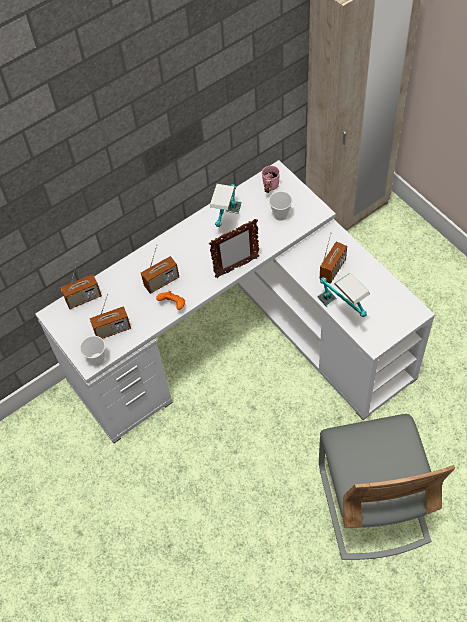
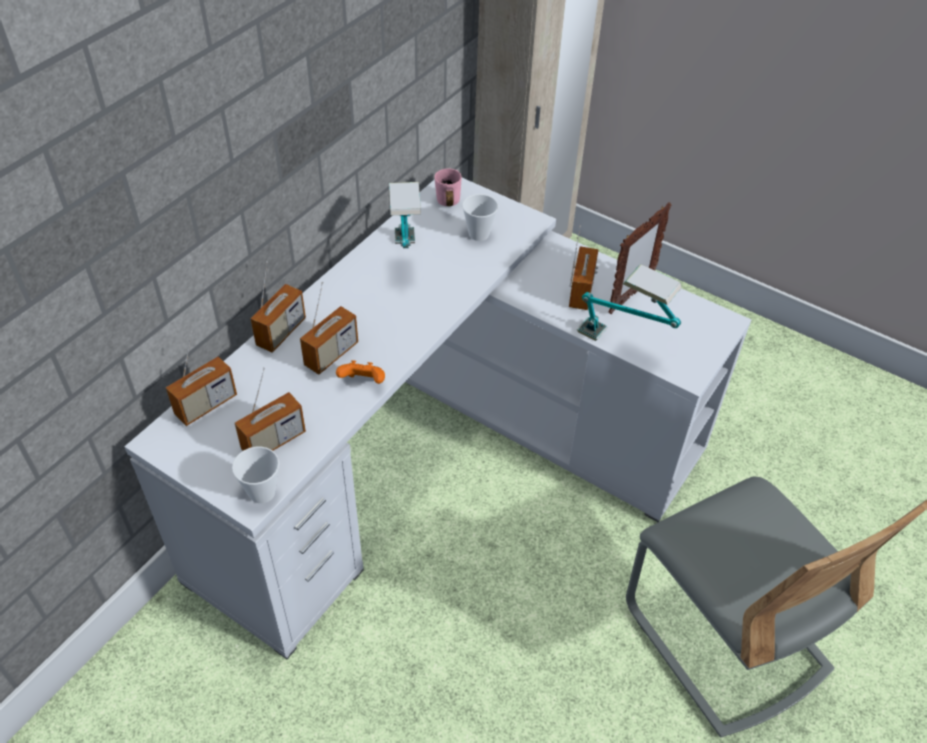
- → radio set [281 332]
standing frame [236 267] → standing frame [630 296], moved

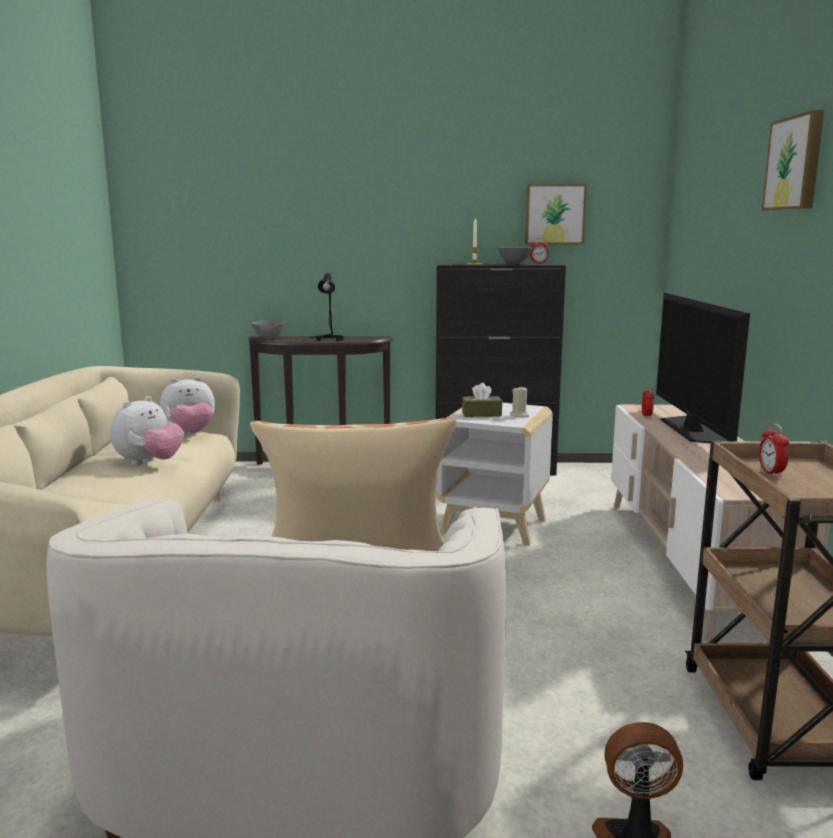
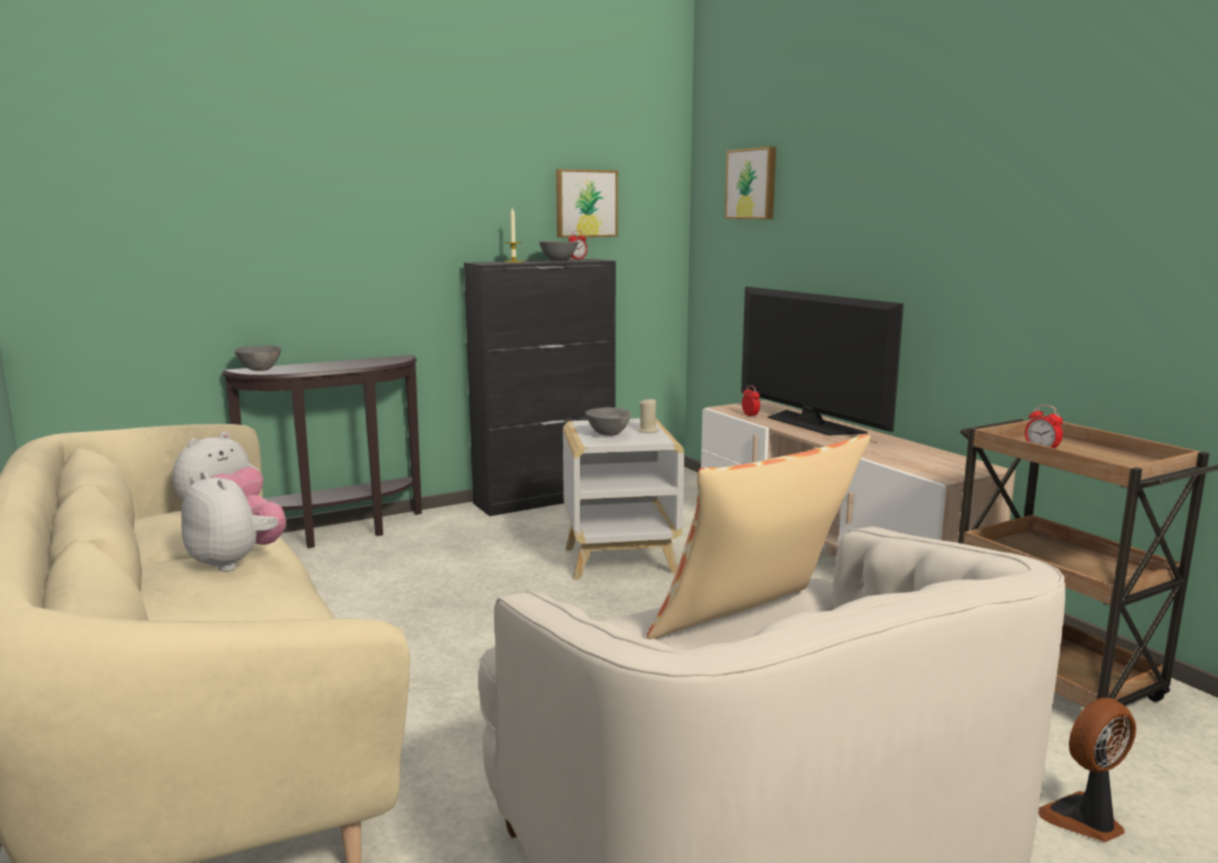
soft toy [149 463] → soft toy [236 562], 45 degrees counterclockwise
tissue box (brown) [481 414] → deep dish (grey) [609 435]
wall art [796 163] → wall art [752 184], moved
tabletop lamp (black-coloured) [327 339] → -

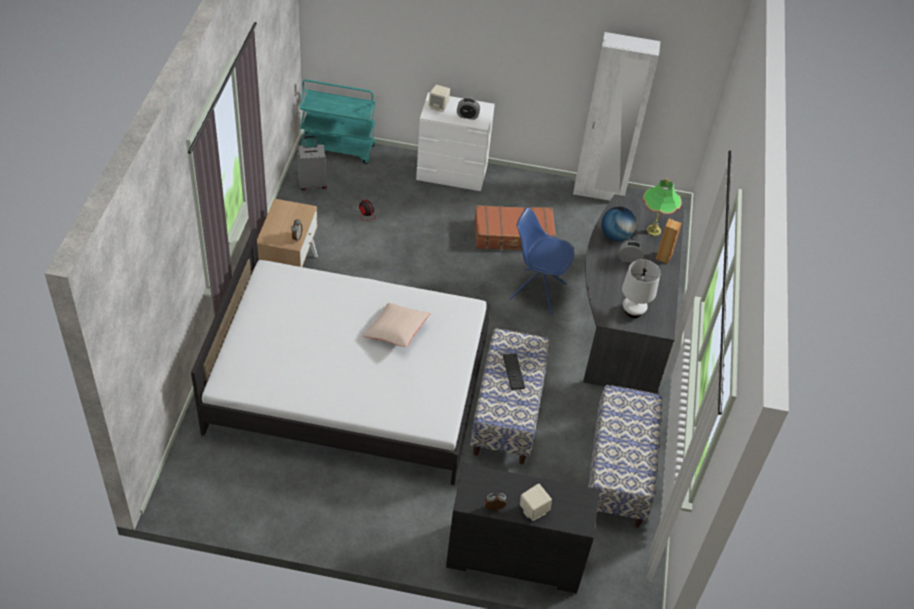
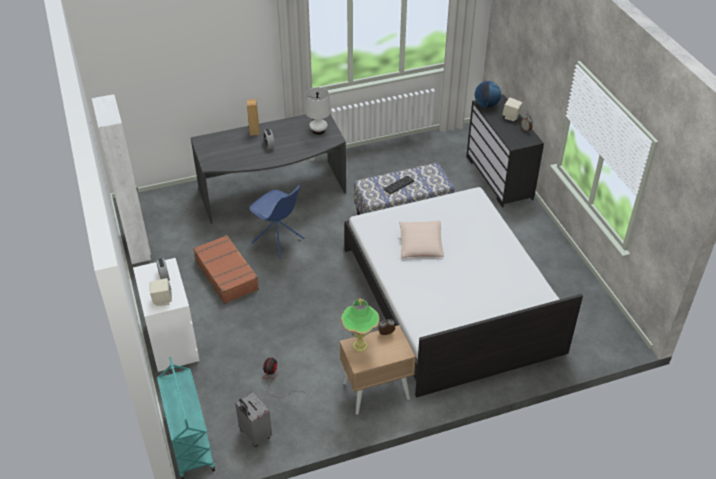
plain chair (blue) [536 291] → plain chair (blue) [279 241], 45 degrees counterclockwise
tabletop lamp [653 230] → tabletop lamp [360 346], moved
desk globe [615 236] → desk globe [486 105], moved
long seat [618 472] → -

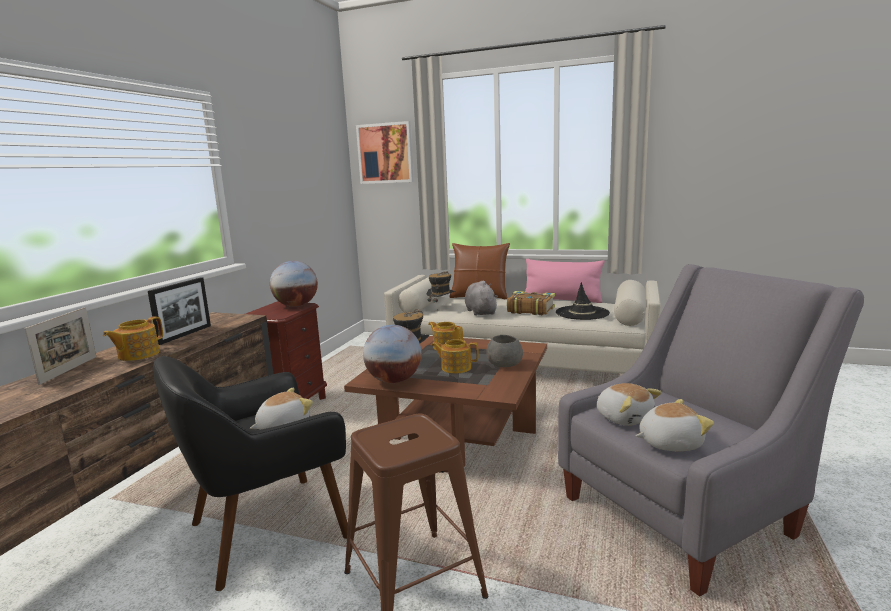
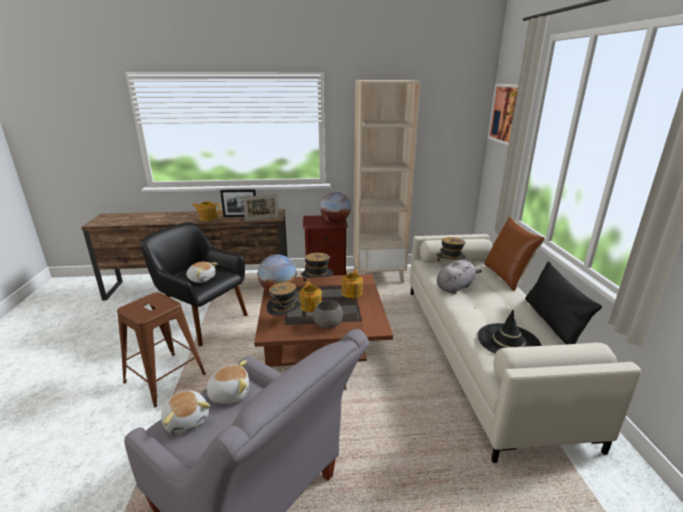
soft toy [624 417] → soft toy [229 393], 135 degrees counterclockwise
standing frame [69 370] → standing frame [262 219], moved
- → hat [285 321]
- → bookcase (beige) [378 275]
cushion (pink) [562 300] → cushion (black-coloured) [552 322]
volume [530 310] → -

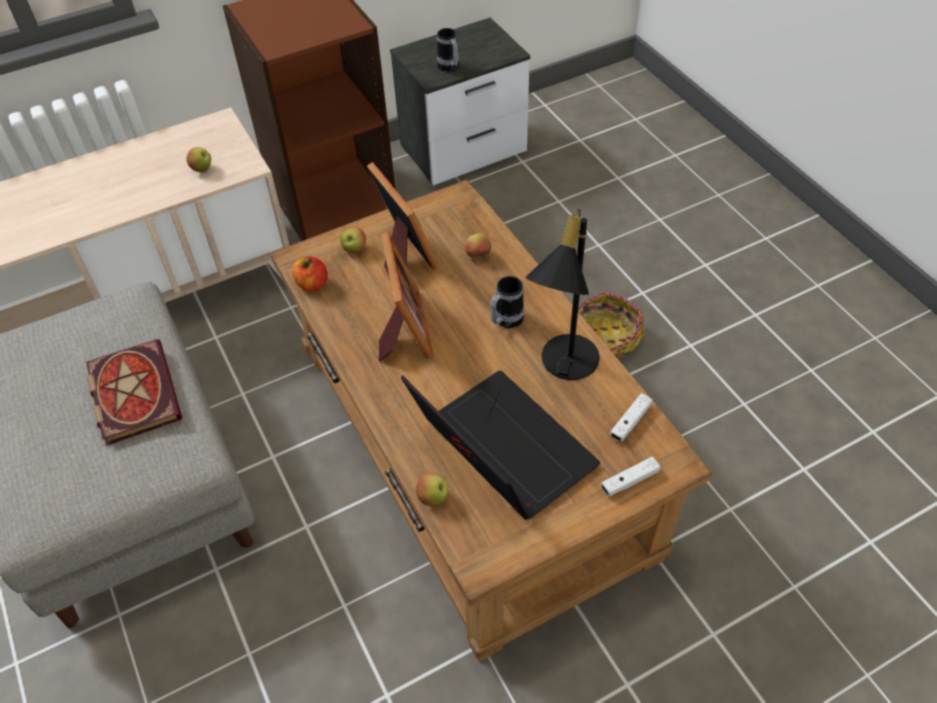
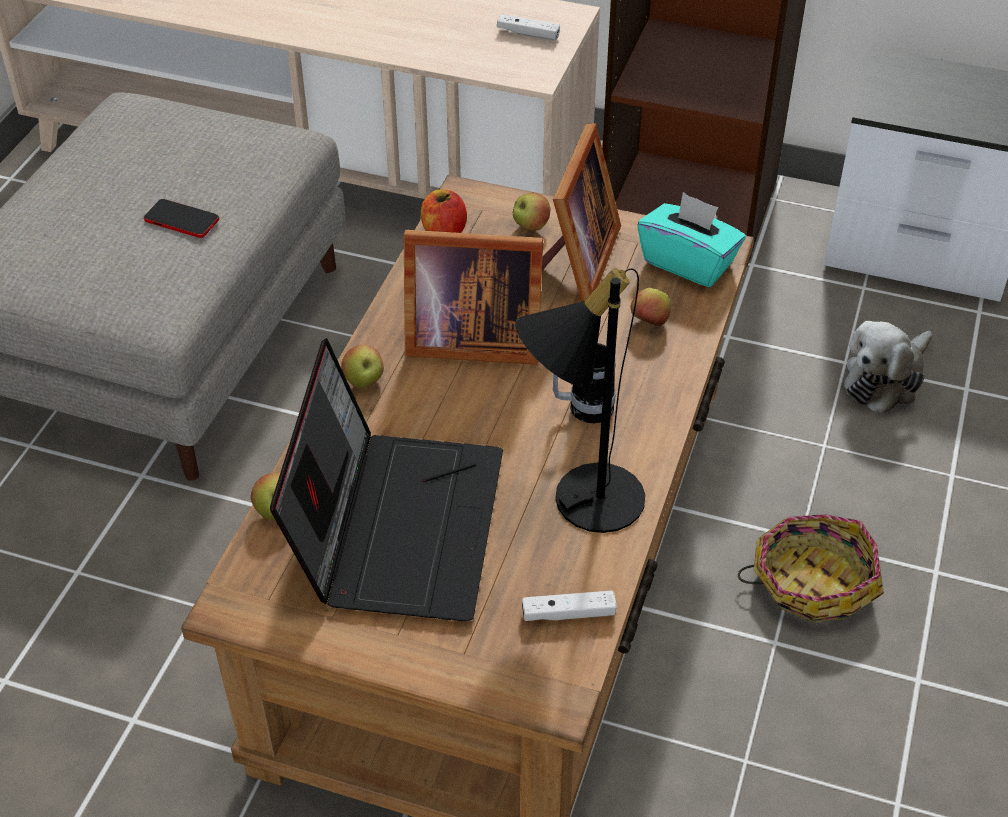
volume [132 392] → handset [181 220]
apple fruit [202 169] → apple fruit [364 381], moved
standing frame [403 330] → standing frame [468 338], 60 degrees clockwise
joypad (white-coloured) [629 481] → joypad (white-coloured) [528 34], moved
- → tissue box (turquoise-coloured) [688 262]
- → soft toy [885 379]
coffee mug [450 68] → -

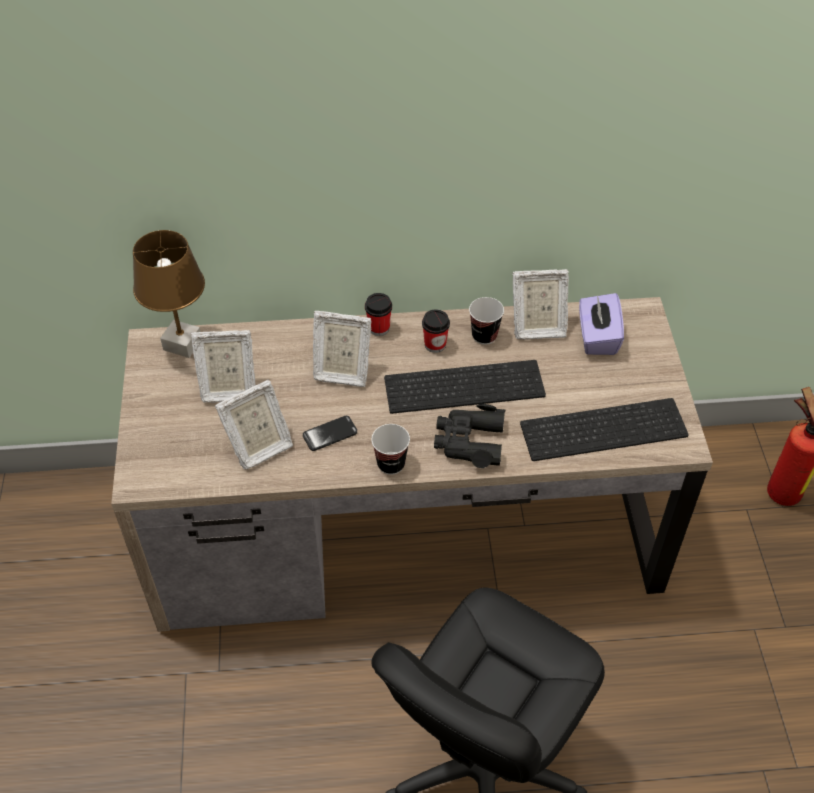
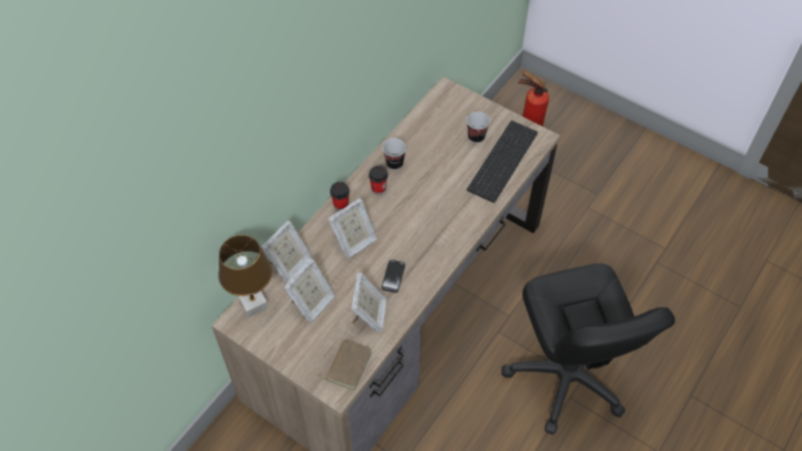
standing frame [537 327] → standing frame [289 265], moved
- → volume (brown) [347 365]
cup [391 464] → cup [476 137], moved
computer keyboard [465 384] → -
binoculars (black-coloured) [469 441] → -
tissue box (purplish) [597 337] → -

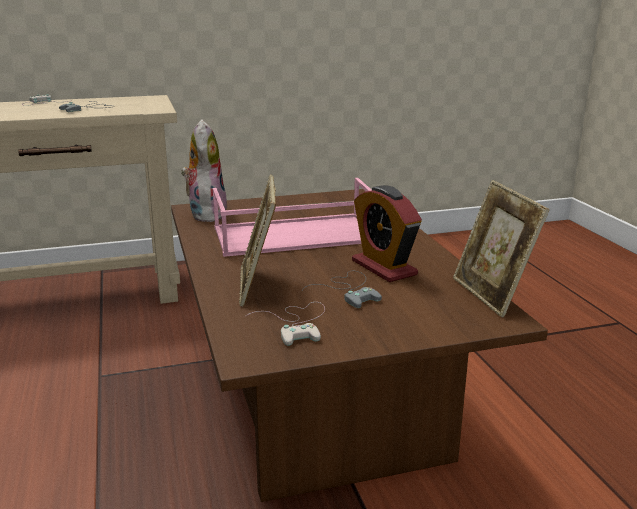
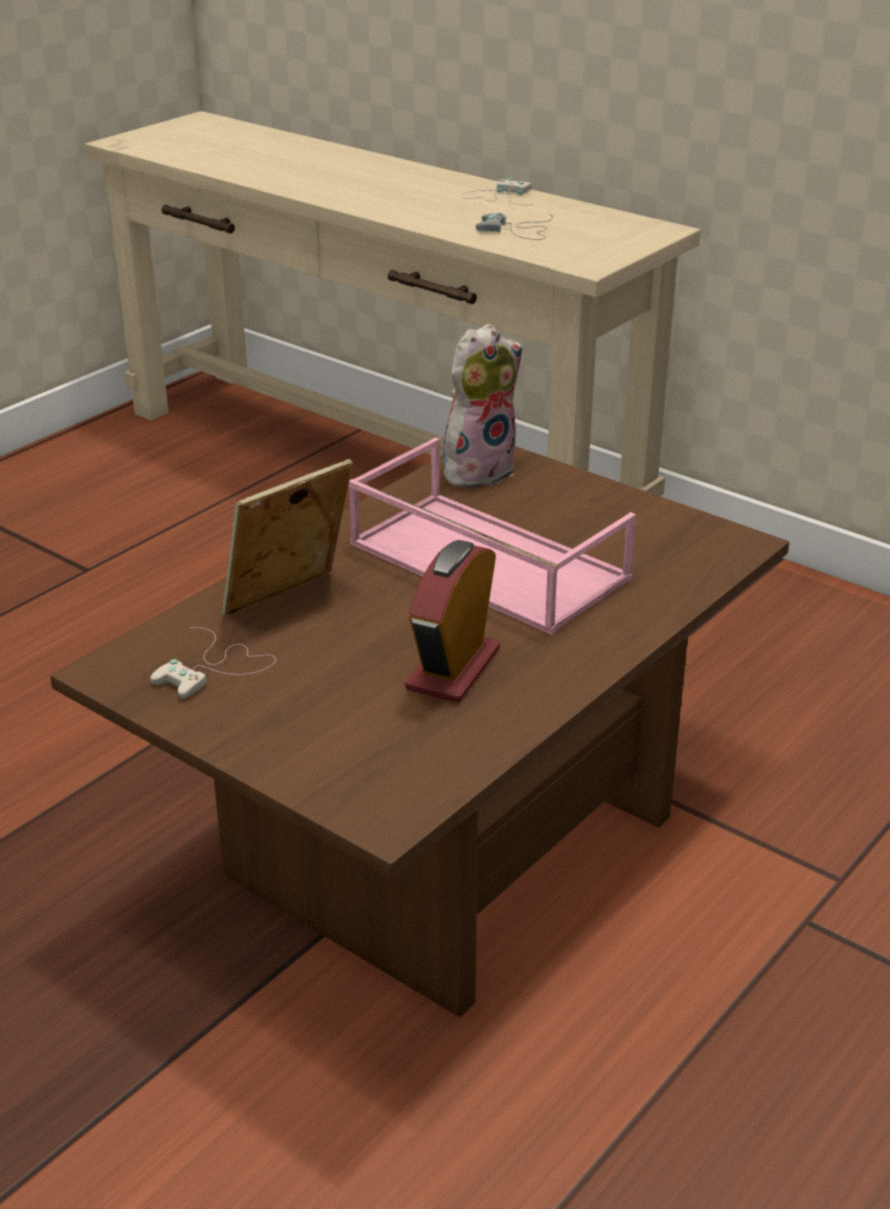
joypad (grey) [349 290] → -
standing frame [492 295] → -

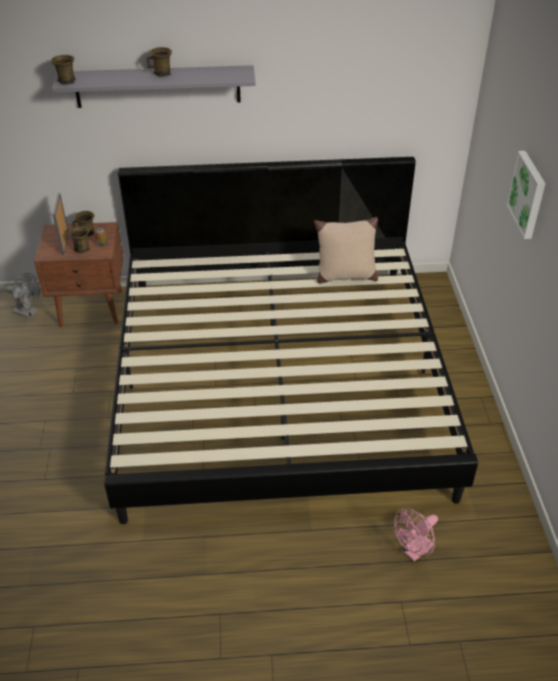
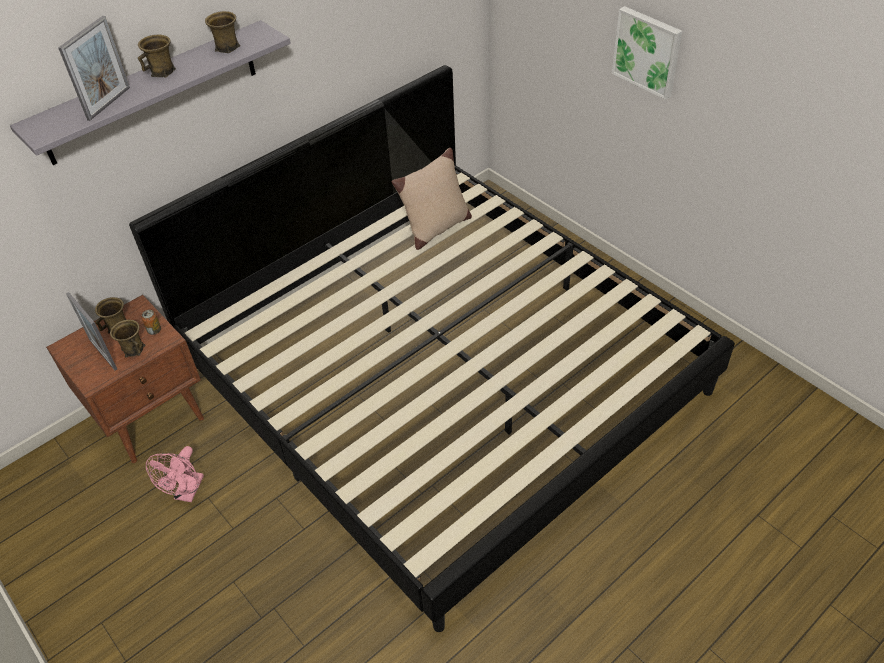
- → standing frame [109 103]
cooling fan (pink) [414 551] → cooling fan (pink) [187 493], moved
coffee mug (brown) [66 81] → coffee mug (brown) [227 48], moved
cooling fan (grey) [28 313] → -

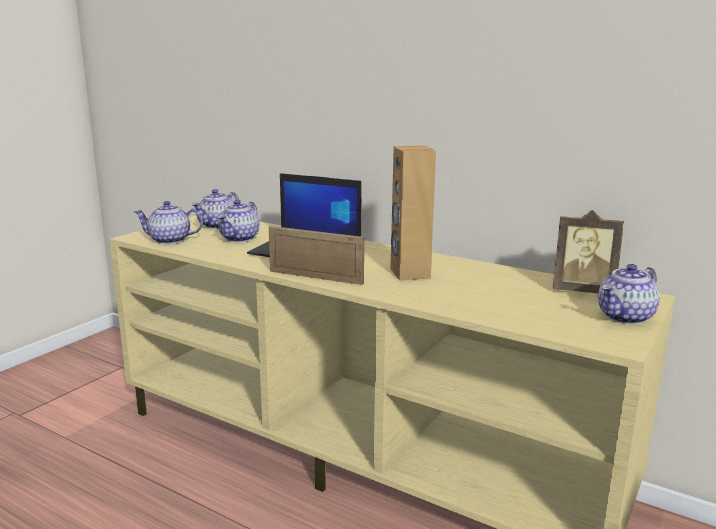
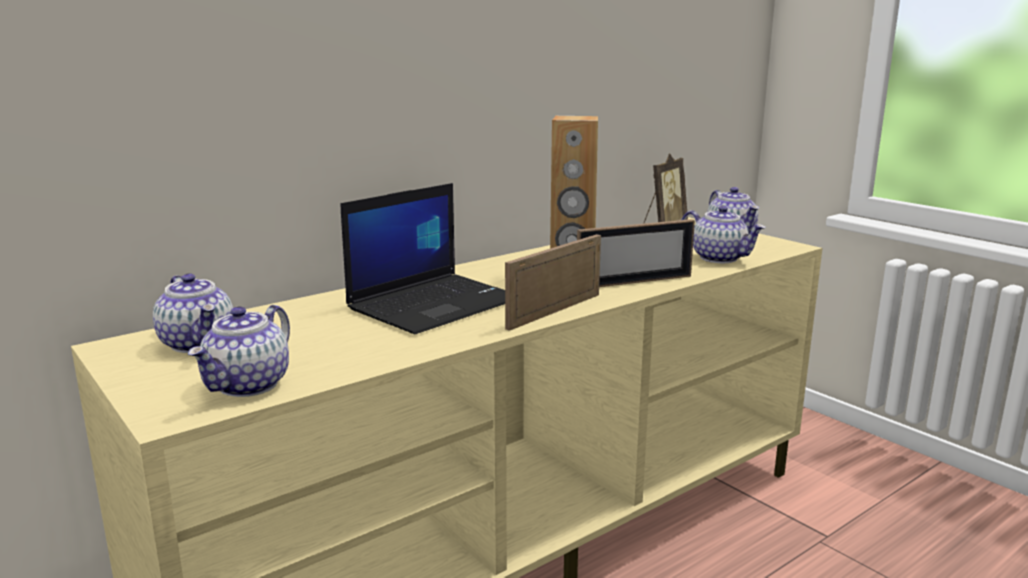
- → standing frame [634 282]
pot for tea [240 238] → pot for tea [719 258], moved

